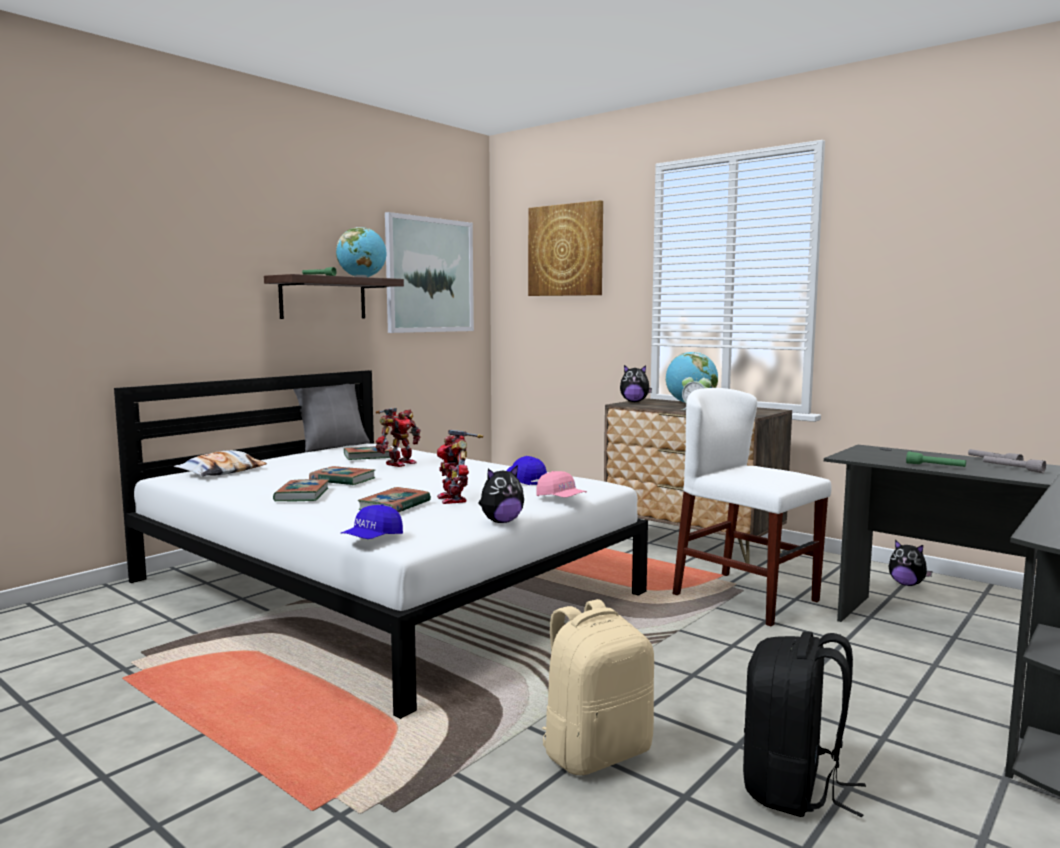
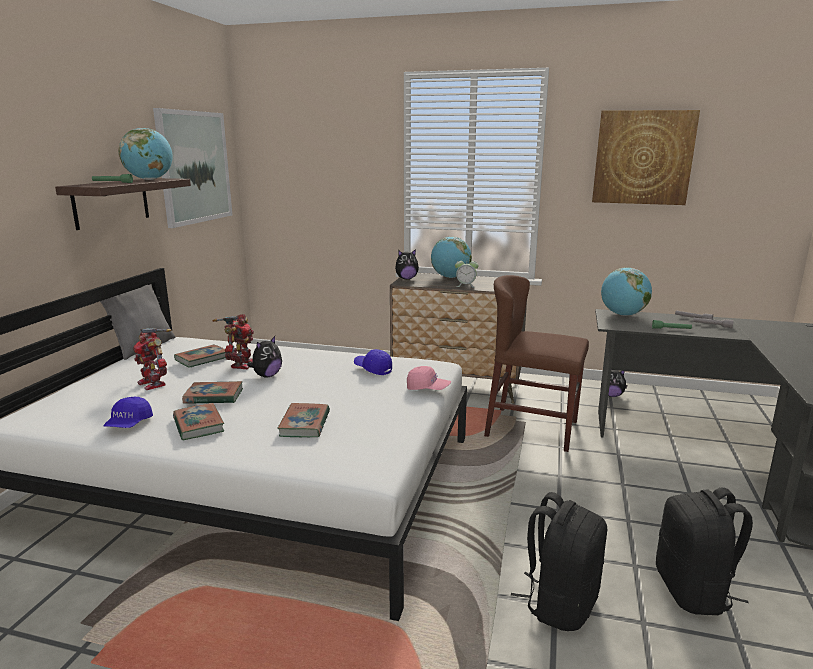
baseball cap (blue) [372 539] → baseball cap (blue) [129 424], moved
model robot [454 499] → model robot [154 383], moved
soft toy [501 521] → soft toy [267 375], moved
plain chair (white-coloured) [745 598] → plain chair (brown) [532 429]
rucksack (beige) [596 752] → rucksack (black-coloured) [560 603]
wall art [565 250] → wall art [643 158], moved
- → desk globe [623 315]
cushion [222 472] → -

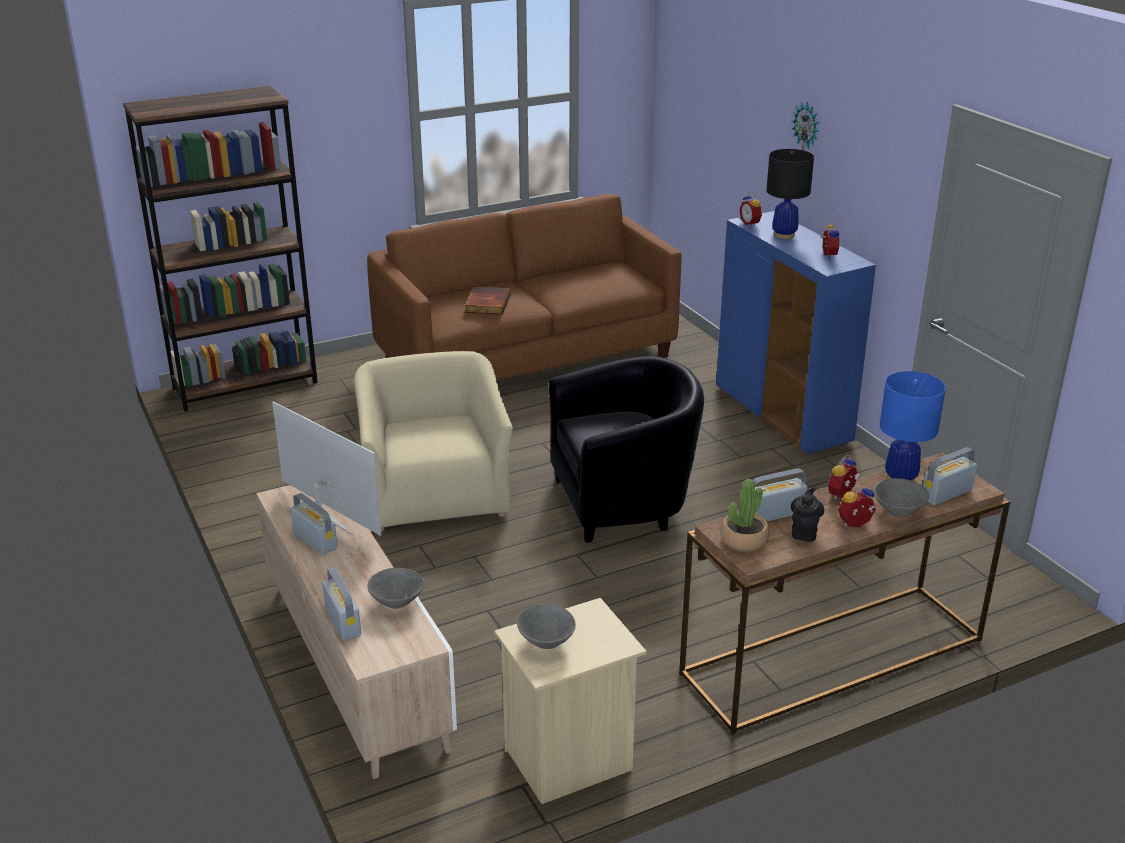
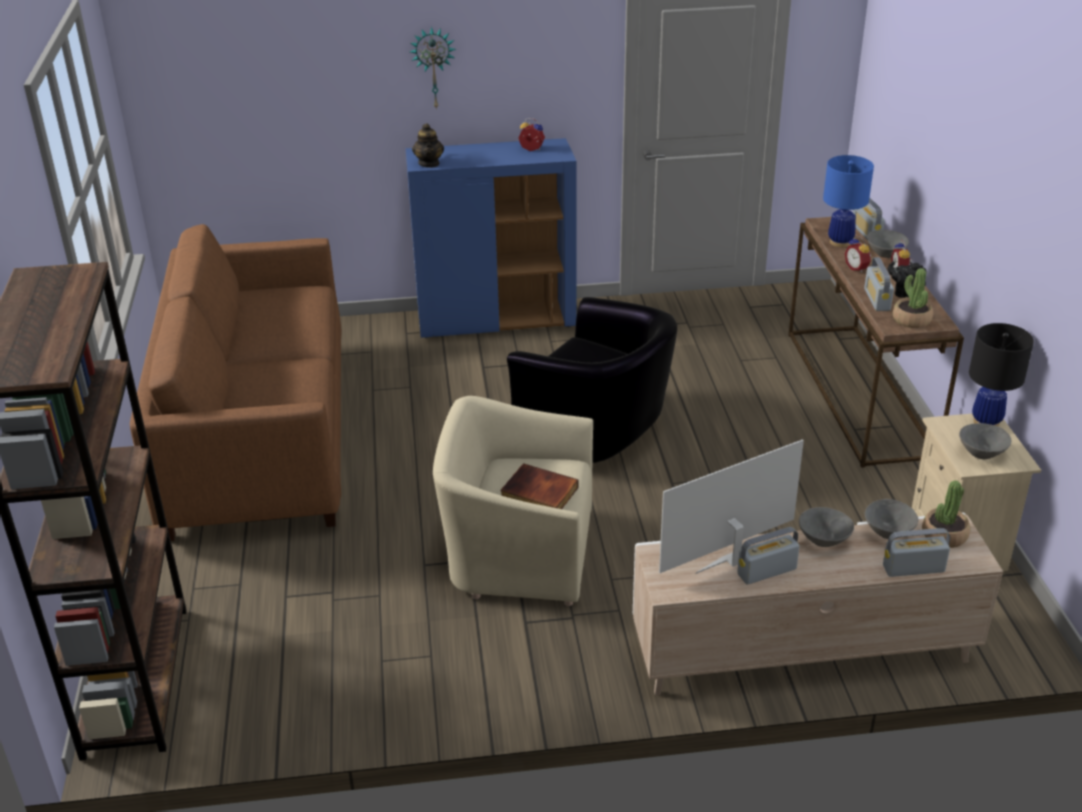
table clock [751 223] → pot for tea [429 163]
volume [487 303] → volume [538 493], moved
lounge chair (black-coloured) [625 502] → lounge chair (black-coloured) [597 438], 120 degrees clockwise
- → deep dish (grey) [824 541]
- → houseplant [944 535]
tabletop lamp (black-coloured) [784 235] → tabletop lamp (black-coloured) [986 422], moved

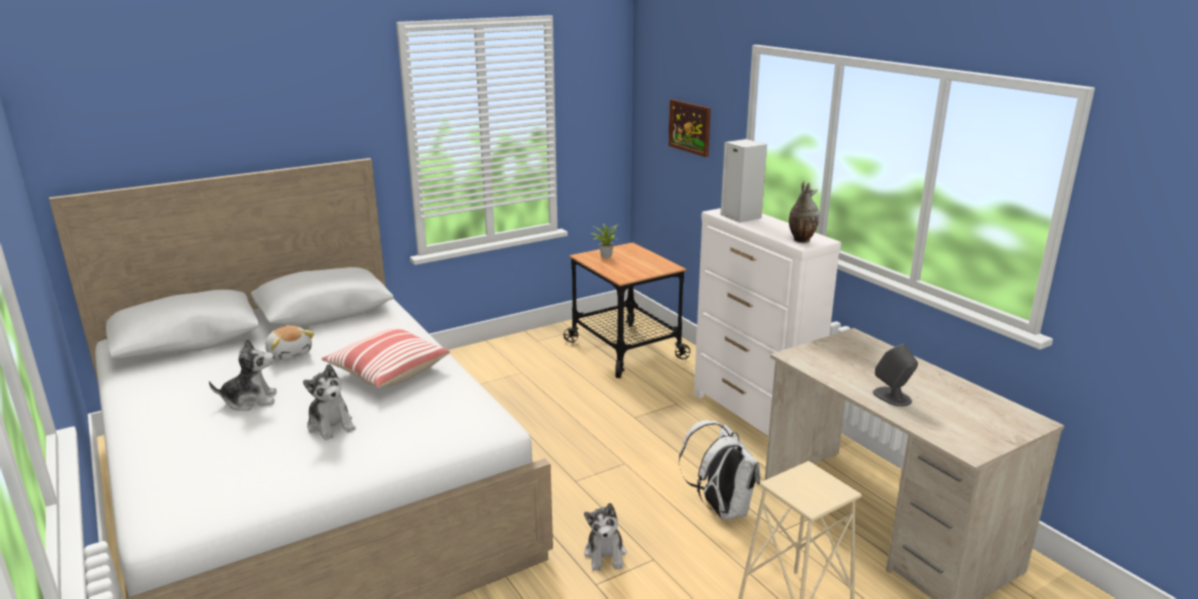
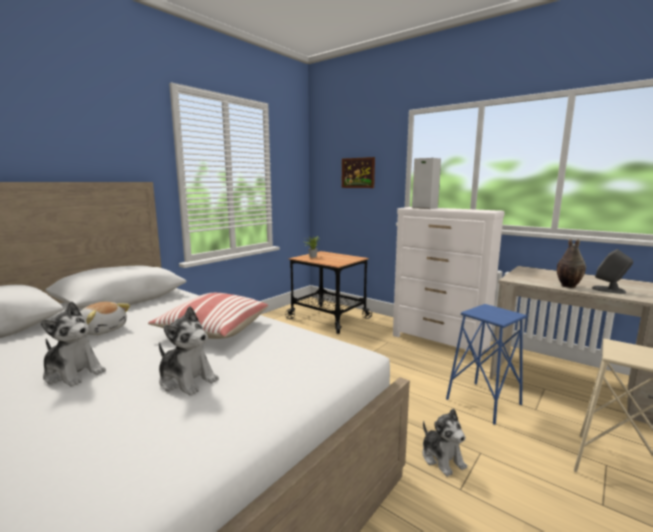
soft toy [250 400] → soft toy [73 373], 60 degrees clockwise
rucksack (white-coloured) [721 509] → sitting stool (blue) [483 402]
vase [800 240] → vase [567 286], moved

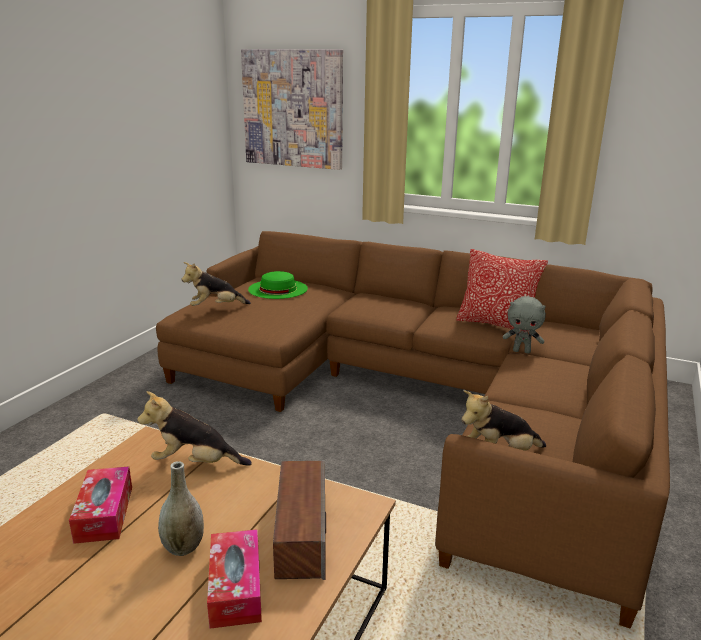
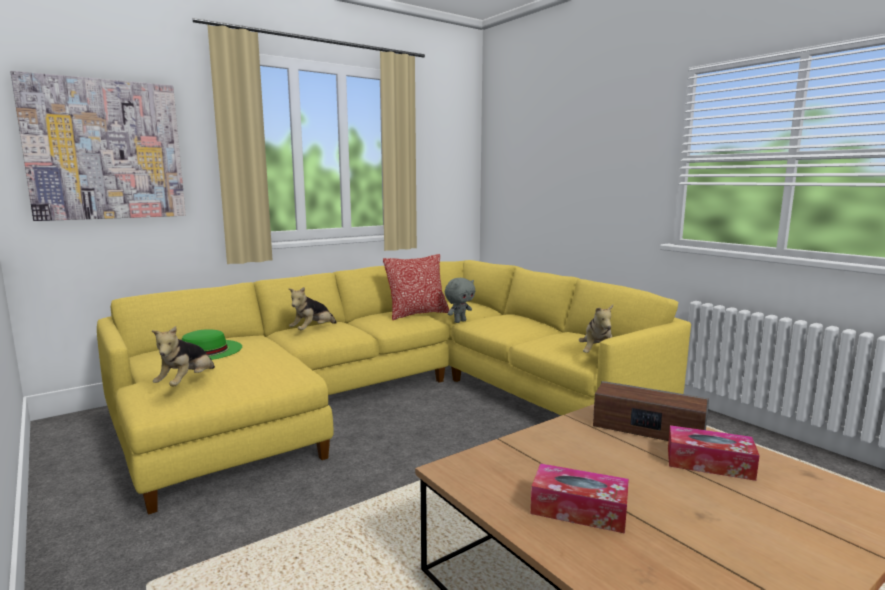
sofa (brown) [421 398] → sofa (yellowish) [392 397]
soft toy [195 463] → soft toy [313 330], moved
vase (grey) [183 547] → -

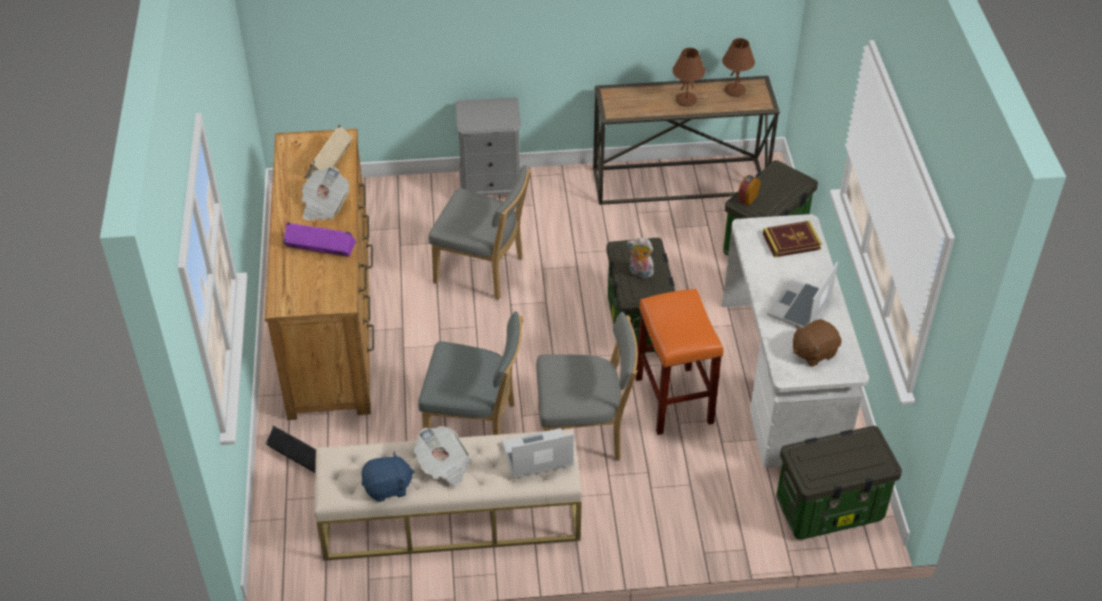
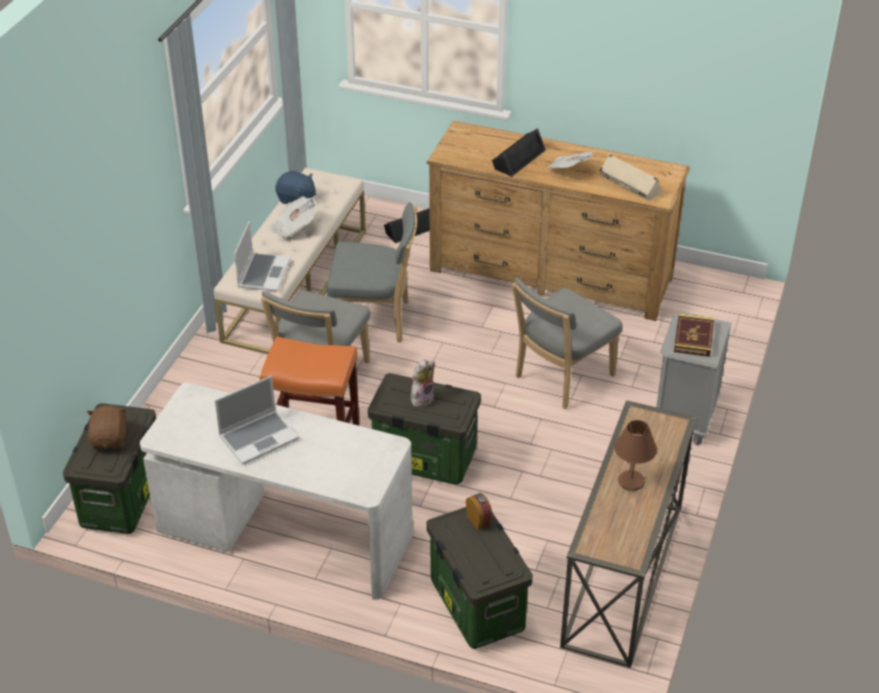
soft toy (brown) [813 352] → soft toy (brown) [110 439], moved
notebook computer [800 307] → notebook computer [259 437], 90 degrees clockwise
soft toy (blue) [388 487] → soft toy (blue) [296 199], 75 degrees counterclockwise
plain chair (grey) [475 427] → plain chair (grey) [375 321], 120 degrees counterclockwise
speaker (purplish) [320 246] → speaker (black-coloured) [518 158]
volume [791 241] → volume [693 338], moved
tabletop lamp (brown) [735 90] → -

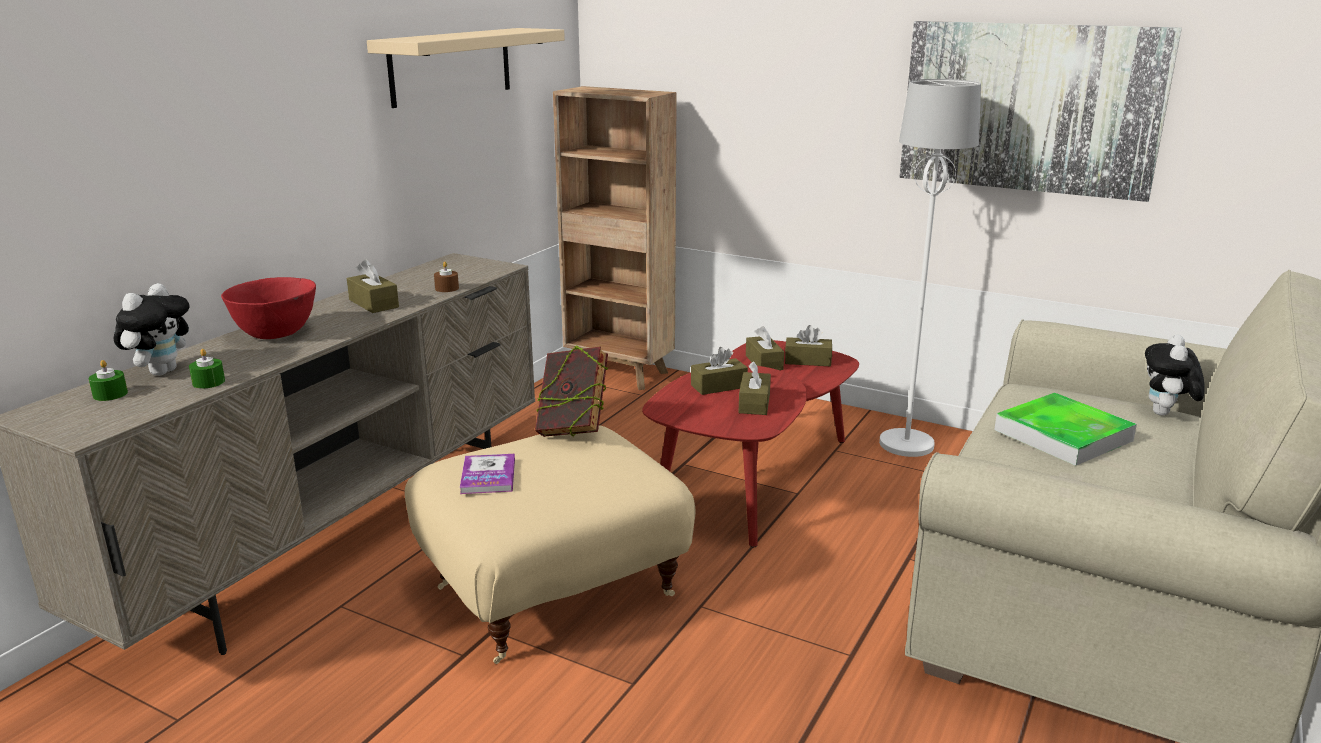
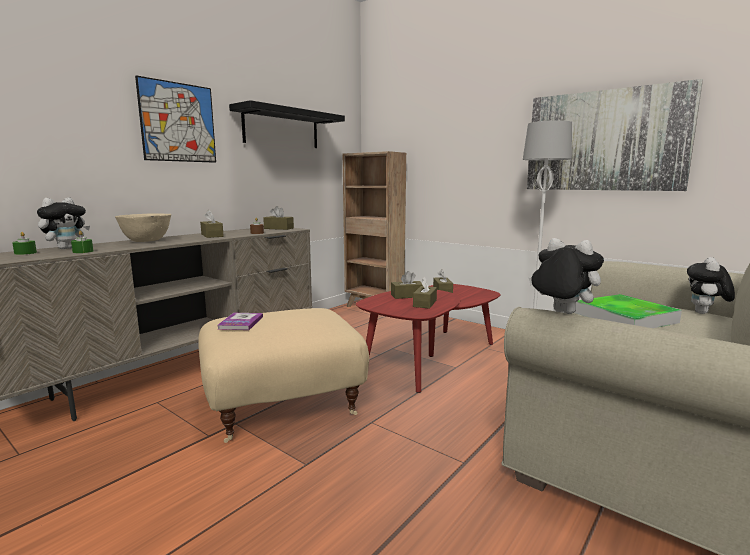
deep dish (reddish) [276 334] → deep dish (beige) [146 241]
- → wall art [178 122]
wall shelf (beige) [451 66] → wall shelf (black-coloured) [281 128]
tissue box (brown) [808 361] → tissue box (brown) [278 228], moved
- → soft toy [560 313]
volume [573 430] → -

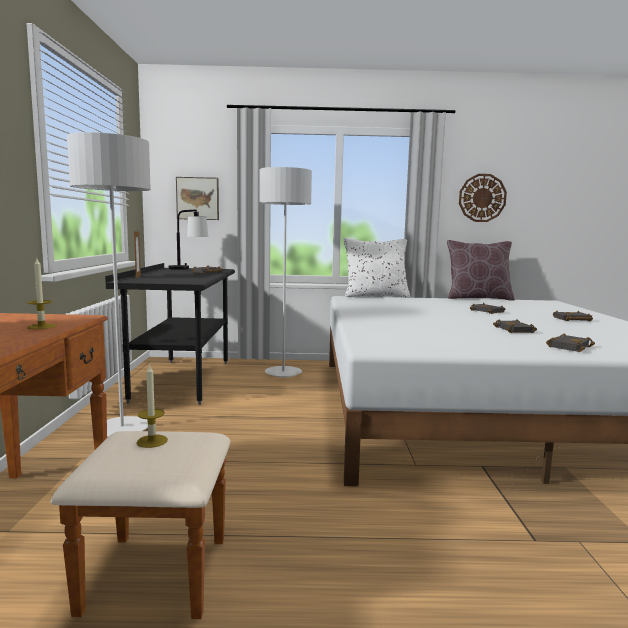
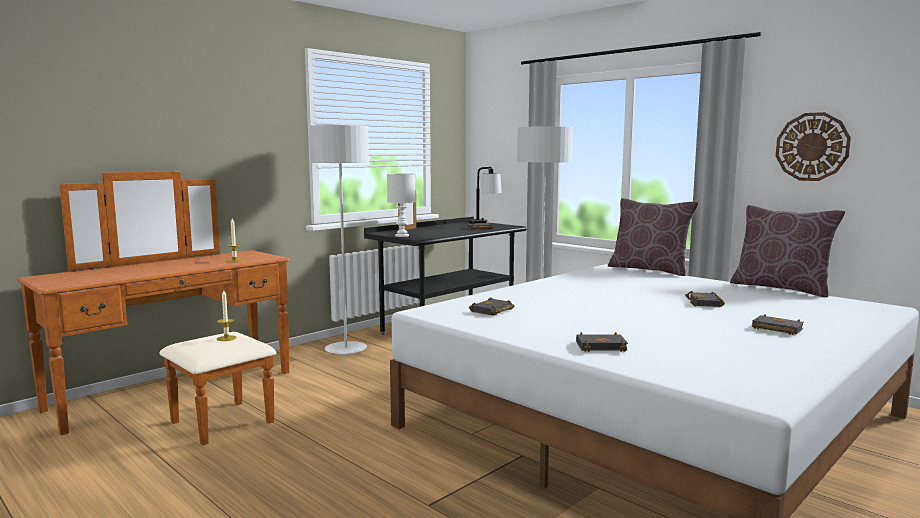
- → tabletop lamp (white-coloured) [402 236]
volume (black-coloured) [516 330] → volume (black-coloured) [492 311], moved
cushion (white-coloured) [375 296] → cushion (brown) [649 269]
wall art [198 198] → -

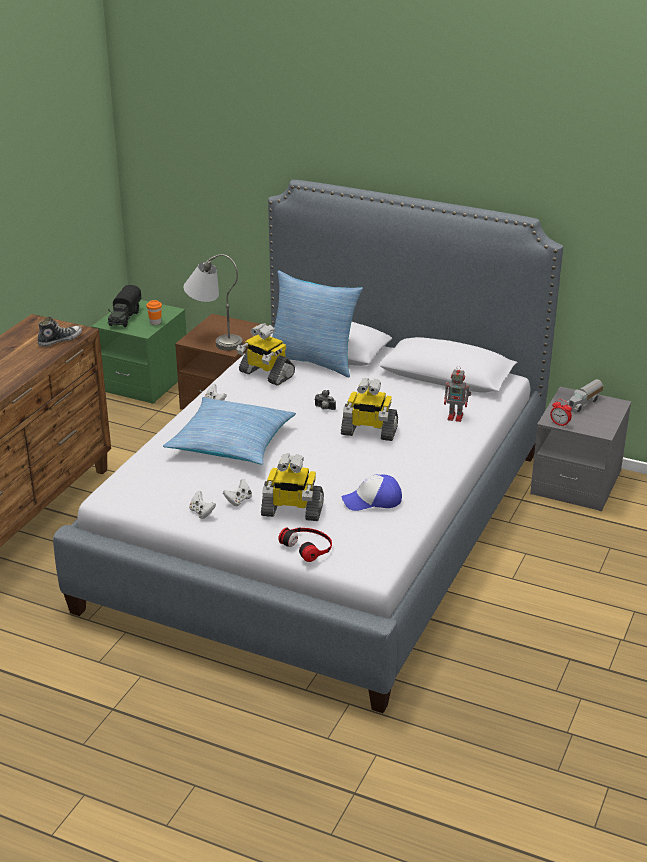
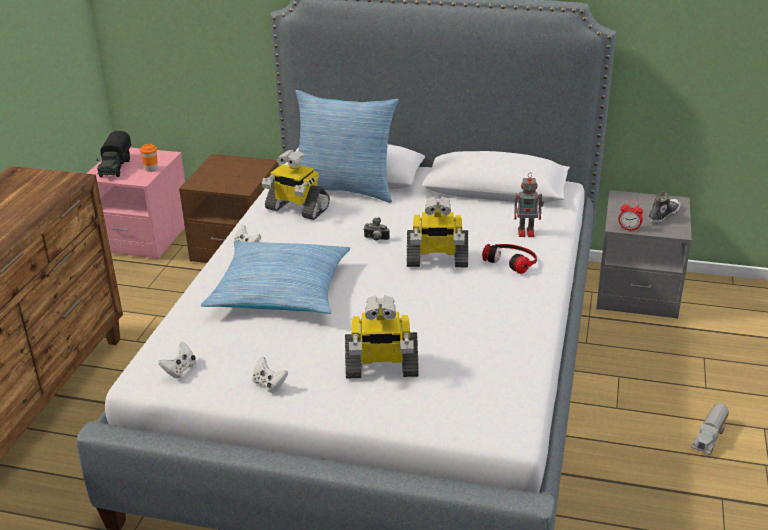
night table (green) [144 382] → night table (pink) [143 237]
joypad (white-coloured) [238 500] → joypad (white-coloured) [180 370], moved
pair of headphones [308 546] → pair of headphones [511 260], moved
shoe [60 340] → shoe [663 215], moved
toy truck [584 403] → toy truck [709 438], moved
tabletop lamp (grey) [214 339] → -
baseball cap [372 500] → -

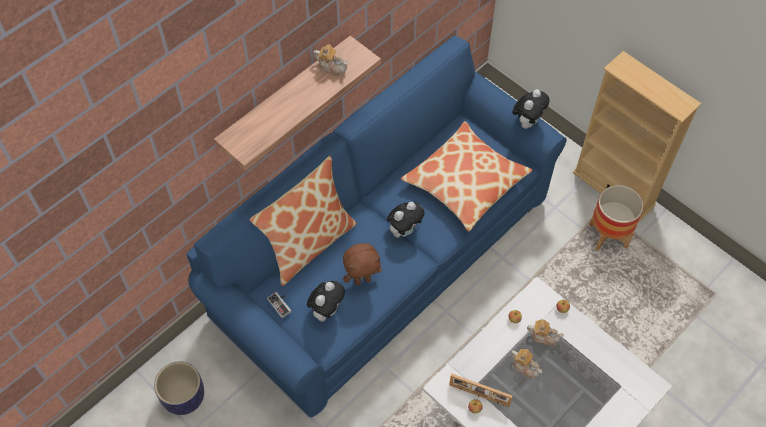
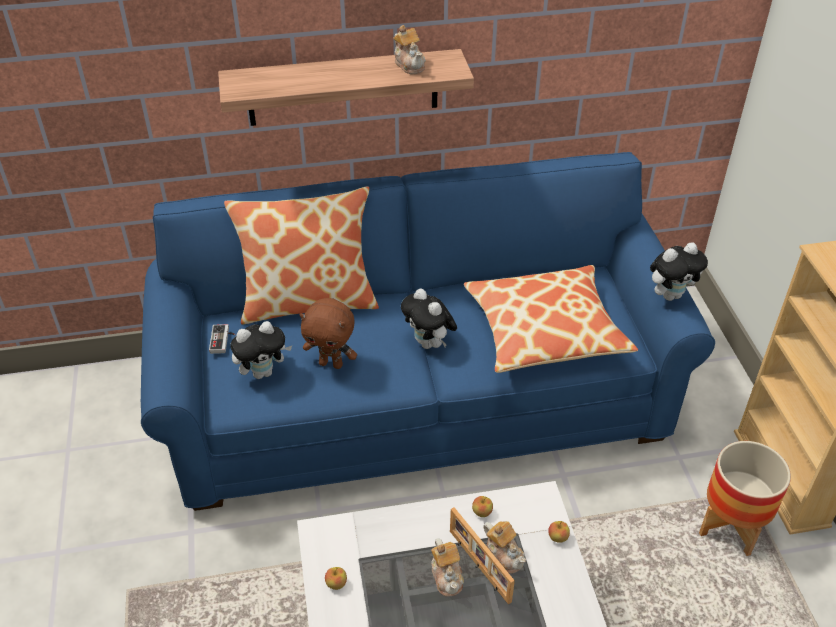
soft toy [404 230] → soft toy [429 344], 60 degrees clockwise
standing frame [479 395] → standing frame [478 566], moved
flower pot [184 397] → -

